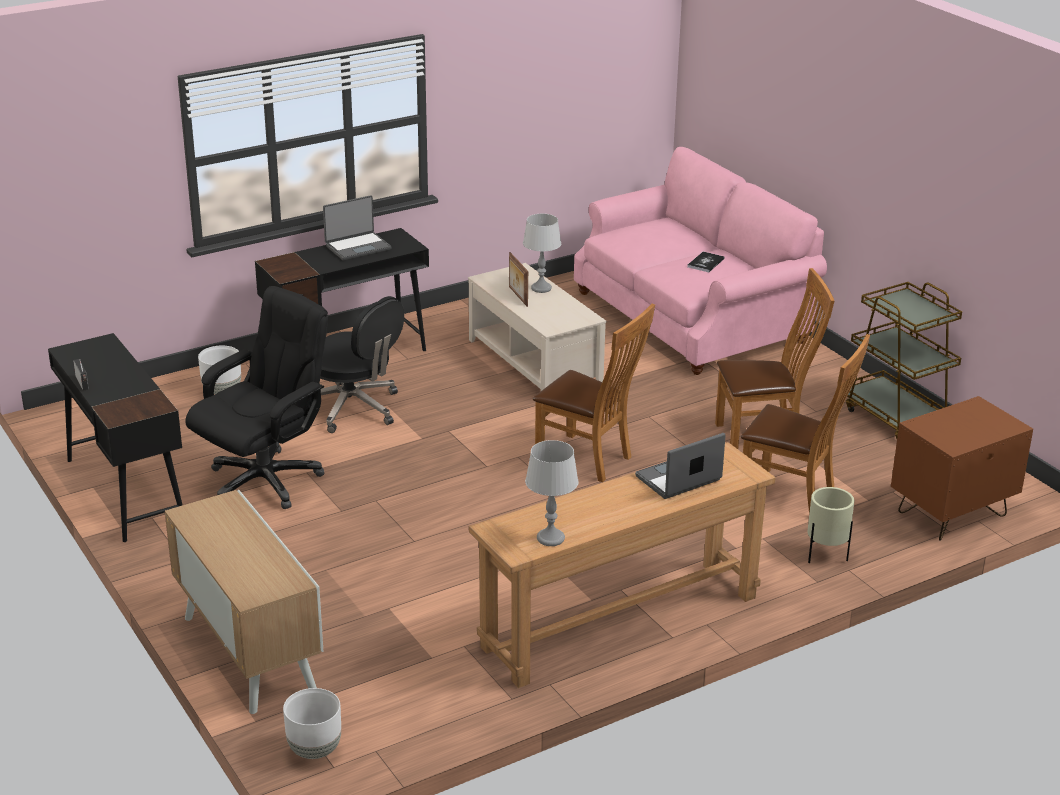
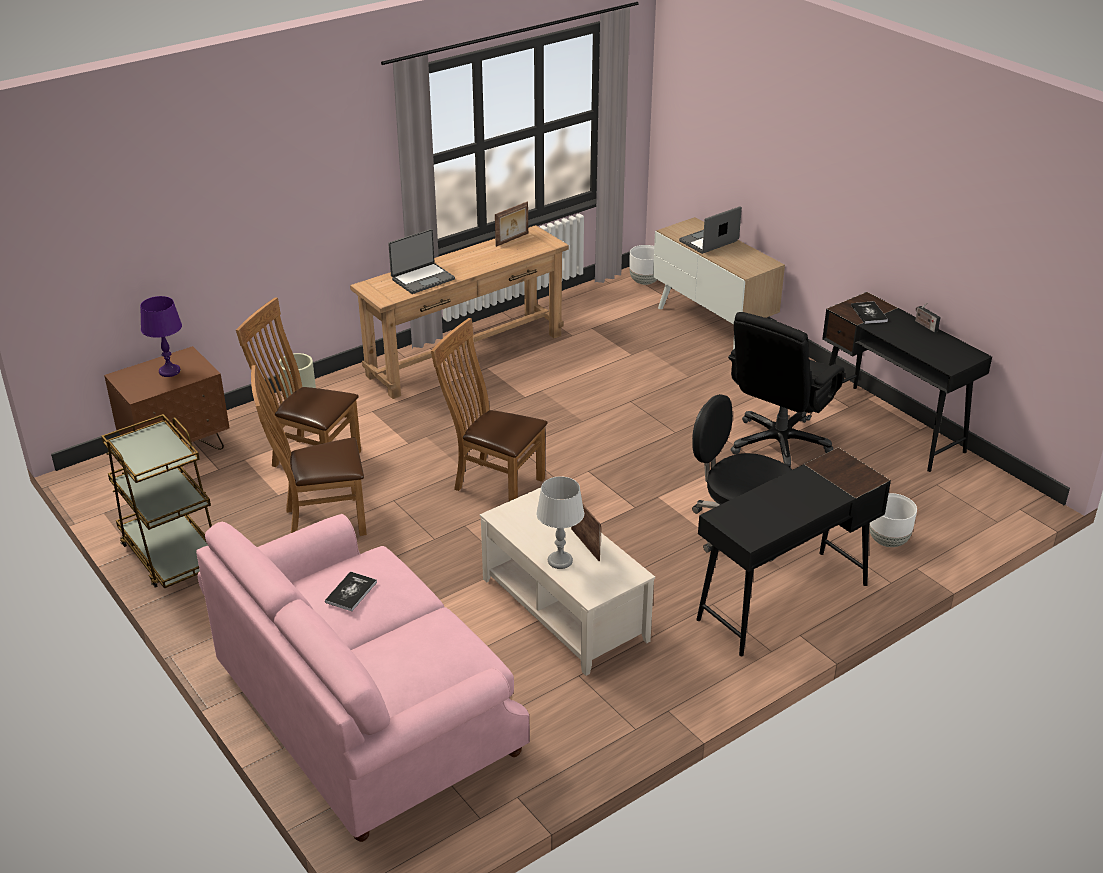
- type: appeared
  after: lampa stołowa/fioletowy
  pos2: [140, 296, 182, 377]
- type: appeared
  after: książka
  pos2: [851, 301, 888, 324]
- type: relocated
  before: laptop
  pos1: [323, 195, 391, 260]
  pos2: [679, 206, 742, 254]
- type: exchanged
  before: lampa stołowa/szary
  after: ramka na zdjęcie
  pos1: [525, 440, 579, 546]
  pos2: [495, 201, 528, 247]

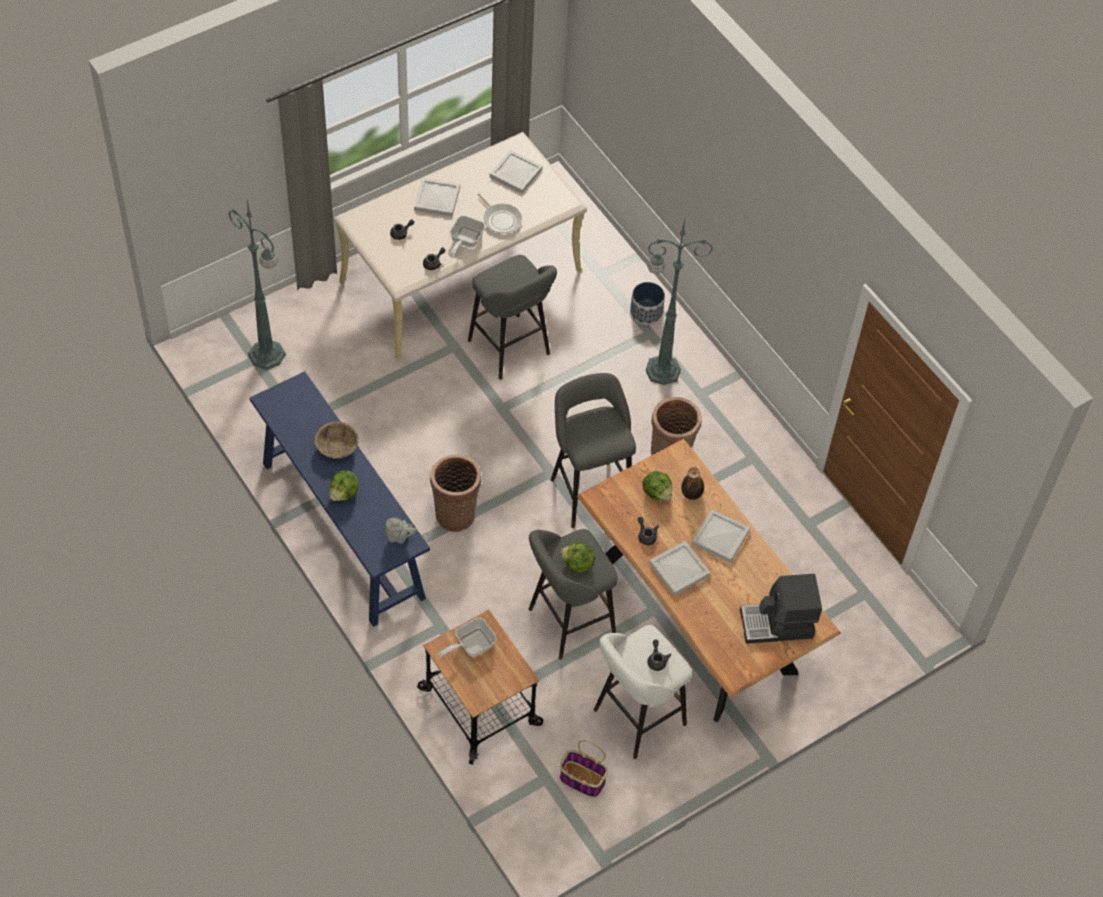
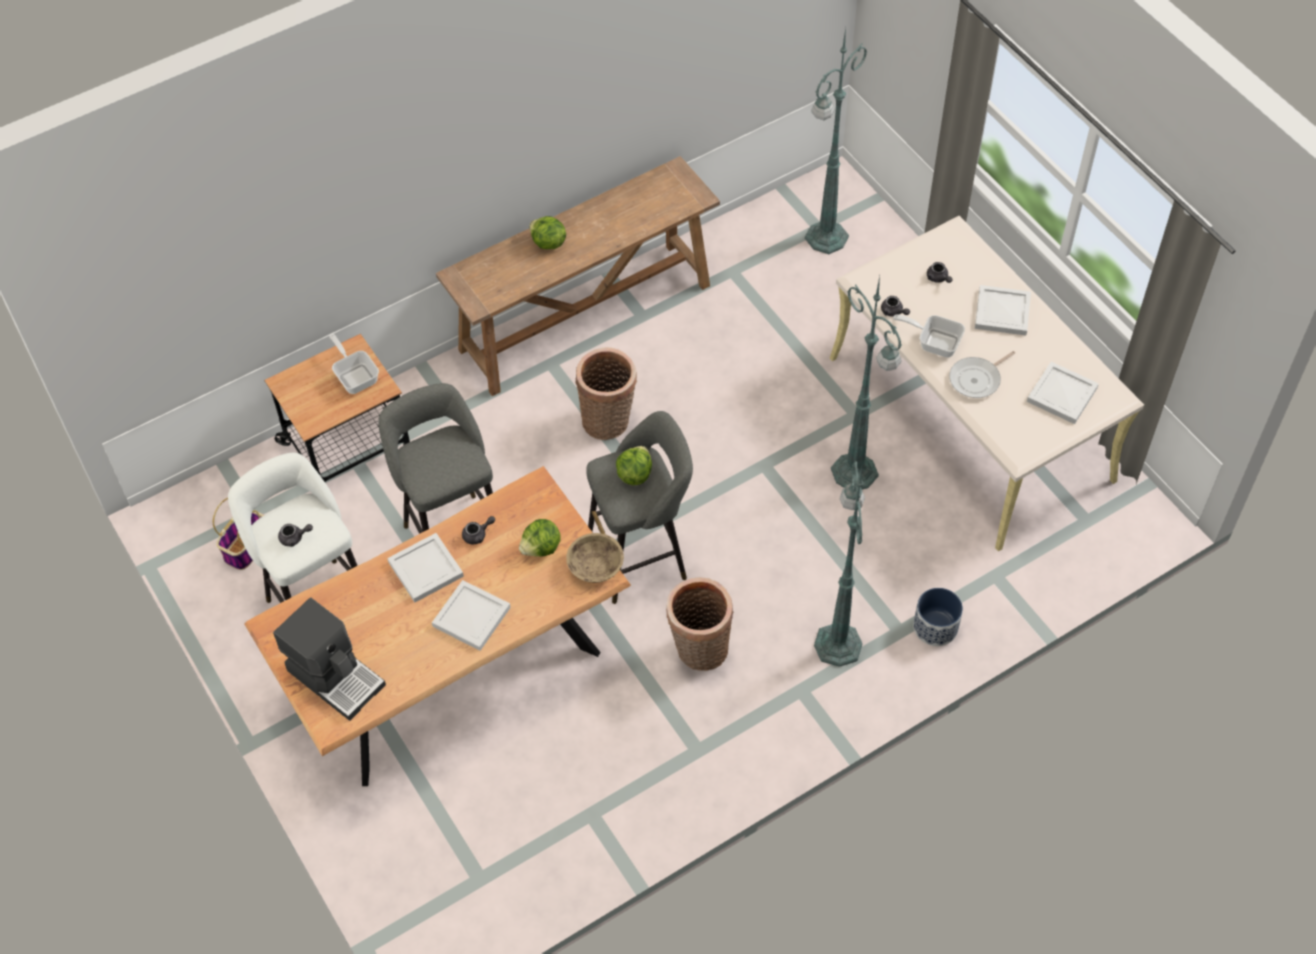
- type: missing
  before: imbryk/szary
  pos1: [385, 518, 416, 544]
- type: missing
  before: butelka
  pos1: [682, 467, 704, 500]
- type: relocated
  before: miska/beżowy
  pos1: [315, 422, 359, 459]
  pos2: [566, 533, 624, 583]
- type: relocated
  before: sałata
  pos1: [560, 543, 595, 572]
  pos2: [616, 446, 652, 486]
- type: exchanged
  before: stołek/szary
  after: lampa stojąca/zielony
  pos1: [468, 255, 557, 380]
  pos2: [831, 276, 902, 490]
- type: colour
  before: stolik konsolowy/niebieski
  after: stolik konsolowy/brązowy
  pos1: [250, 371, 430, 627]
  pos2: [436, 156, 720, 396]
- type: spun
  before: ekspres do kawy
  pos1: [740, 574, 822, 644]
  pos2: [273, 597, 386, 721]
  turn: 135

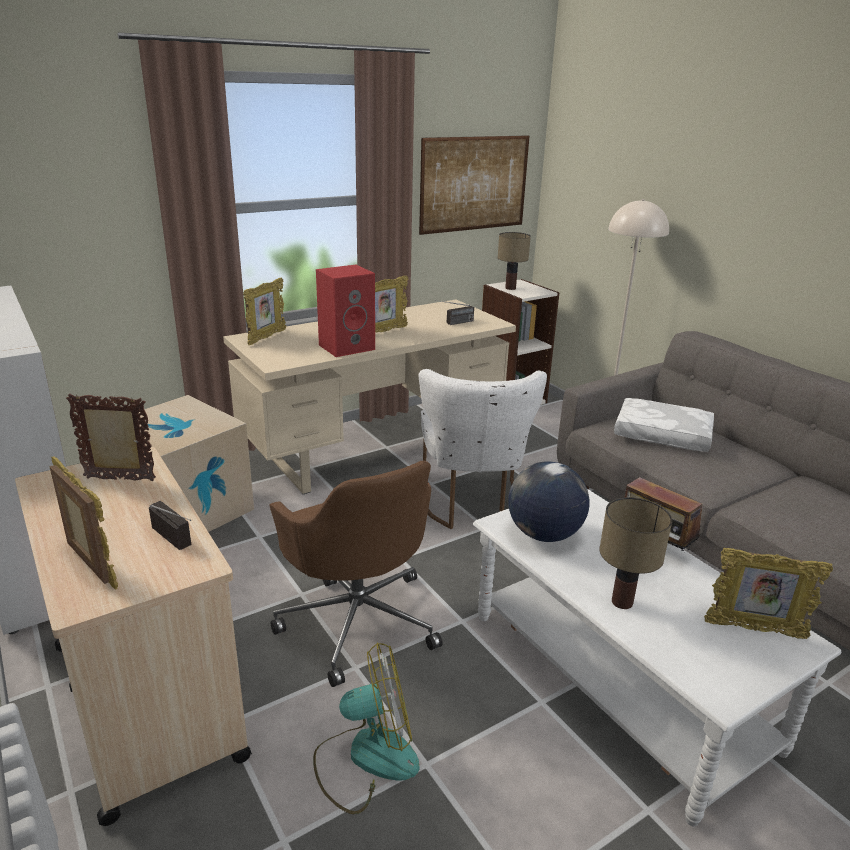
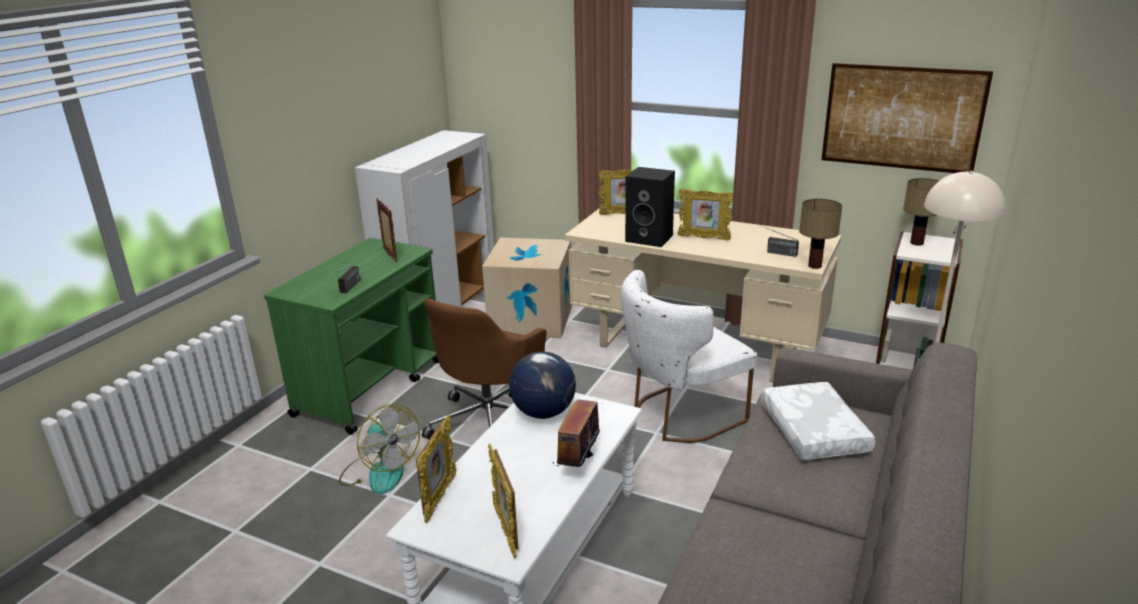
- type: relocated
  before: ramka na zdjęcie
  pos1: [49, 456, 118, 590]
  pos2: [416, 414, 456, 523]
- type: relocated
  before: lampa stołowa
  pos1: [599, 497, 672, 609]
  pos2: [799, 199, 842, 269]
- type: colour
  before: wózek/beżowy
  after: wózek/zielony
  pos1: [15, 447, 252, 826]
  pos2: [264, 238, 439, 435]
- type: colour
  before: głośnik/czerwony
  after: głośnik/czarny
  pos1: [316, 265, 375, 357]
  pos2: [625, 167, 675, 247]

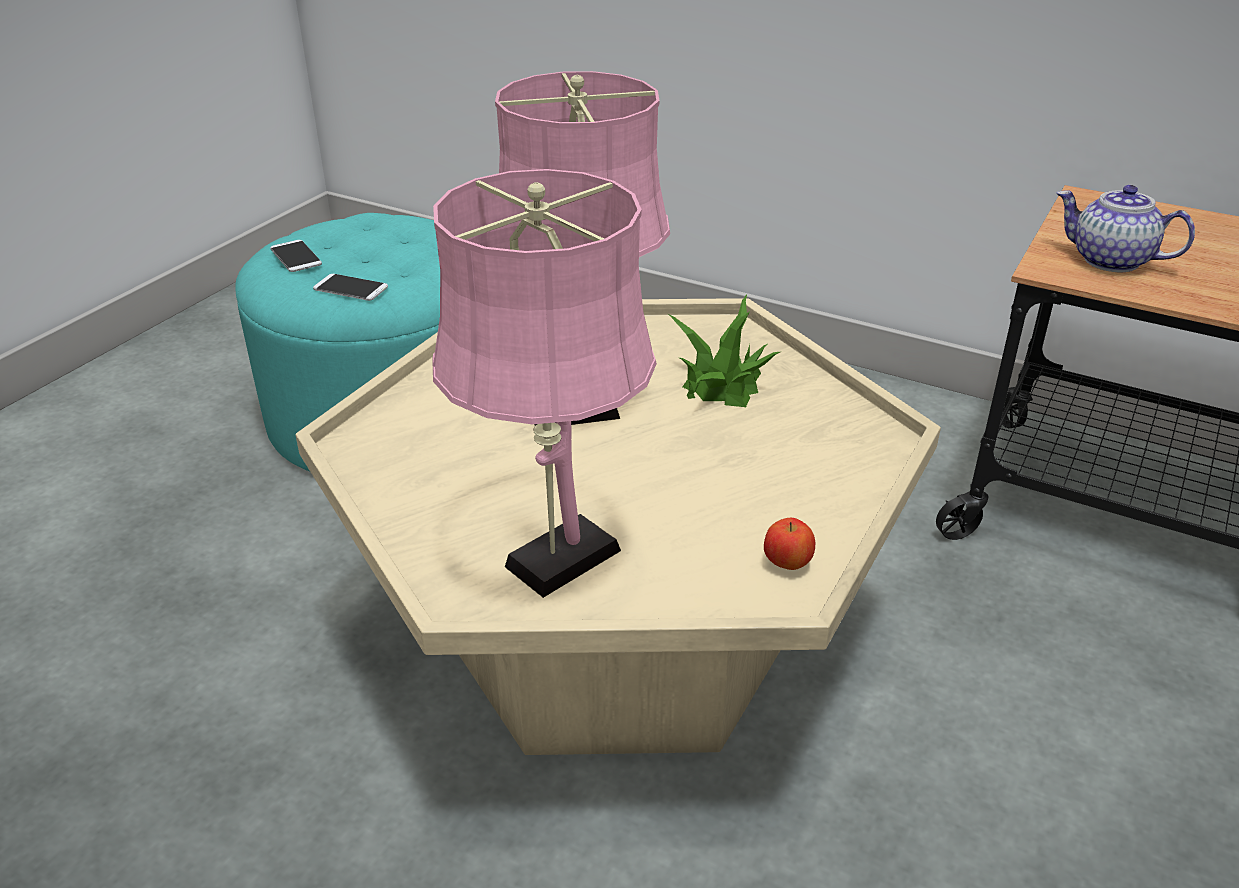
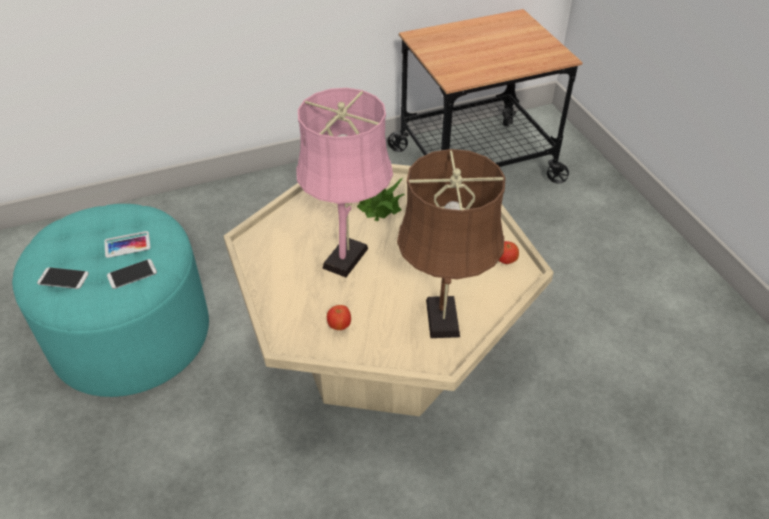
- type: missing
  before: imbryk
  pos1: [1057, 185, 1195, 272]
- type: appeared
  after: telefon
  pos2: [104, 231, 151, 258]
- type: appeared
  after: jabłko
  pos2: [327, 305, 351, 330]
- type: colour
  before: lampa stołowa/różowy
  after: lampa stołowa/brązowy
  pos1: [432, 169, 657, 598]
  pos2: [397, 149, 505, 338]

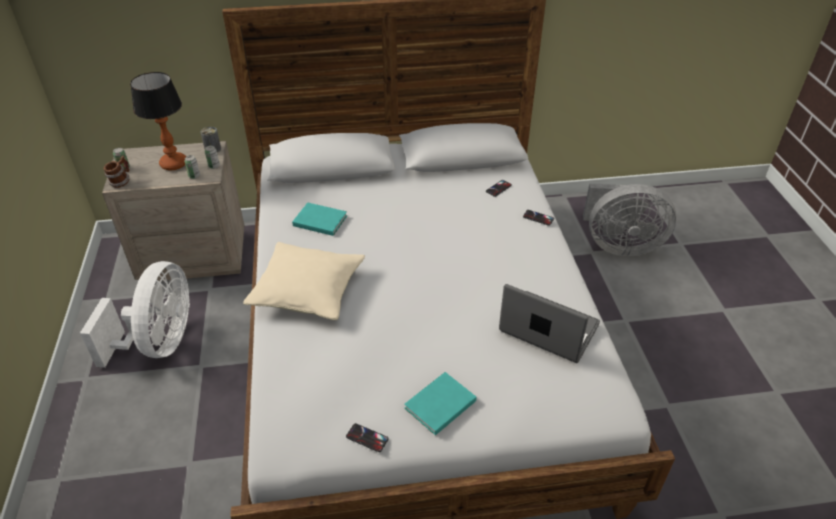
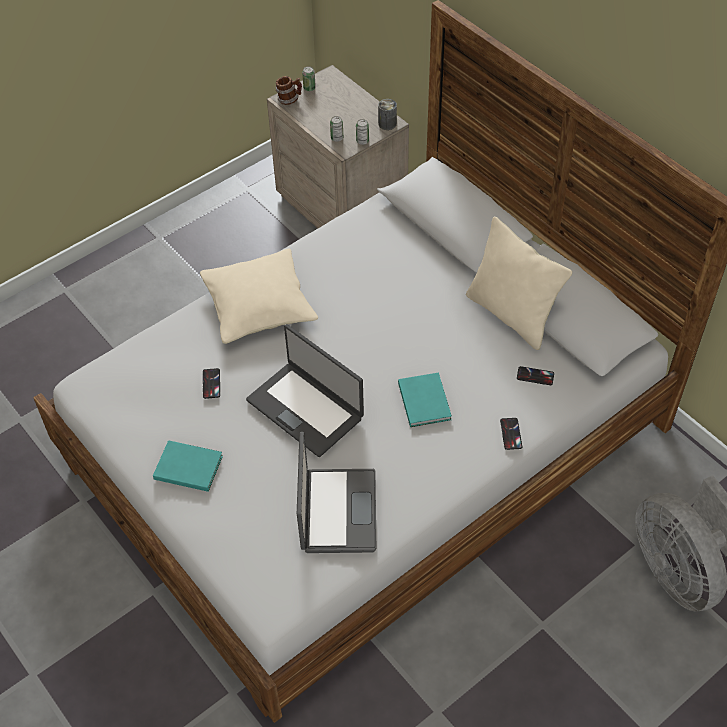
- type: missing
  before: wentylator/biały
  pos1: [80, 261, 190, 368]
- type: missing
  before: lampa stołowa
  pos1: [130, 72, 186, 170]
- type: appeared
  after: laptop
  pos2: [246, 324, 364, 457]
- type: appeared
  after: poduszka/beżowy
  pos2: [466, 217, 572, 350]
- type: relocated
  before: książka/turkusowy
  pos1: [292, 202, 347, 236]
  pos2: [398, 372, 452, 427]
- type: relocated
  before: telefon
  pos1: [346, 423, 389, 452]
  pos2: [203, 368, 220, 399]

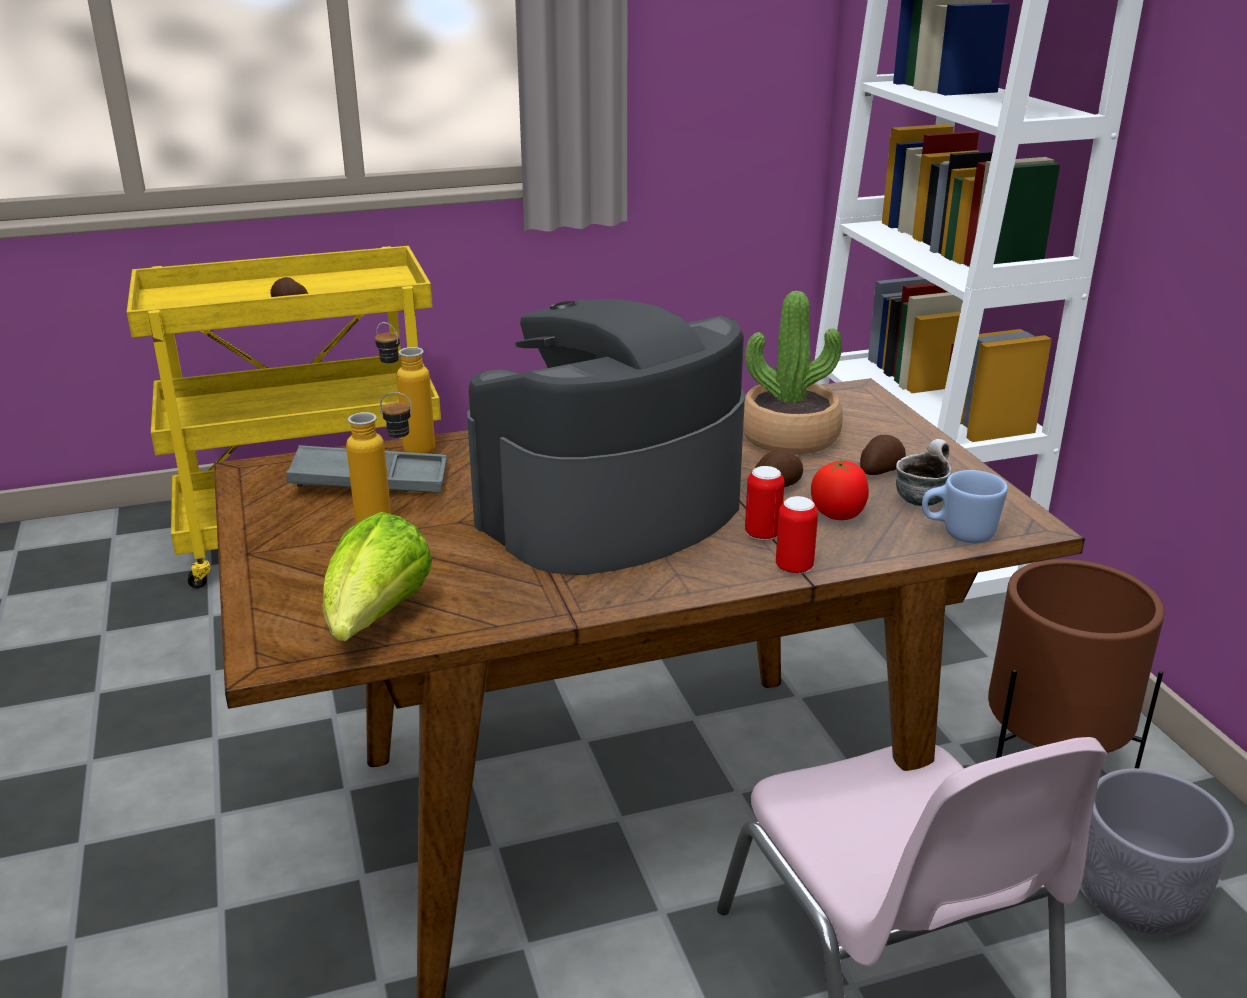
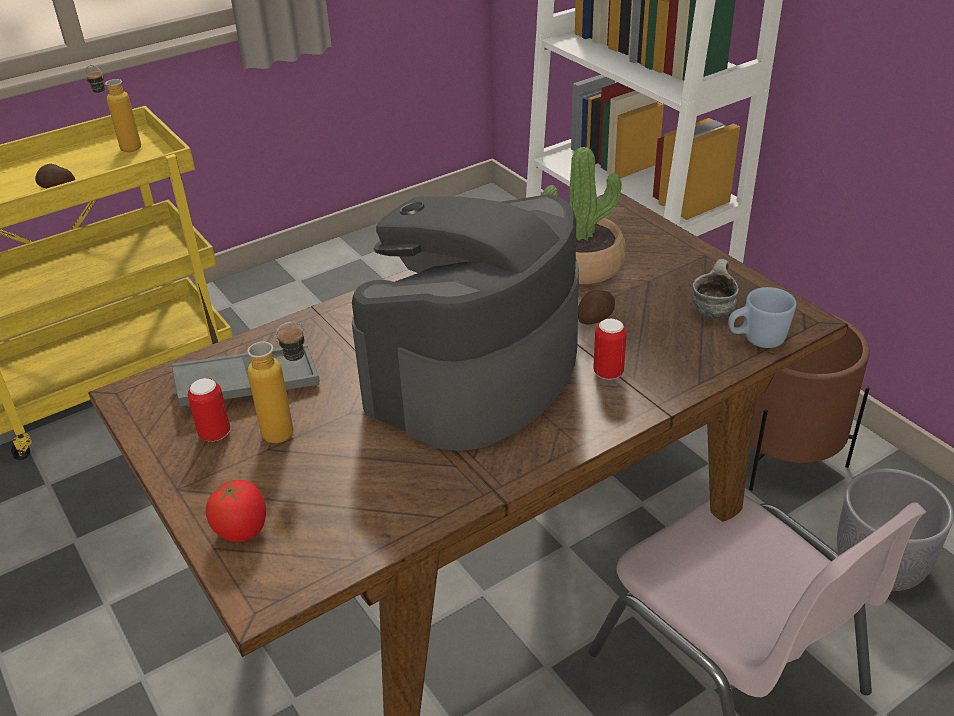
- type: missing
  before: sałata
  pos1: [323, 512, 432, 641]
- type: missing
  before: ziemniak
  pos1: [860, 435, 906, 475]
- type: relocated
  before: butelka
  pos1: [375, 322, 435, 454]
  pos2: [86, 65, 141, 152]
- type: relocated
  before: puszka
  pos1: [776, 496, 818, 574]
  pos2: [188, 378, 230, 442]
- type: relocated
  before: pomidor
  pos1: [811, 459, 869, 520]
  pos2: [206, 478, 266, 542]

